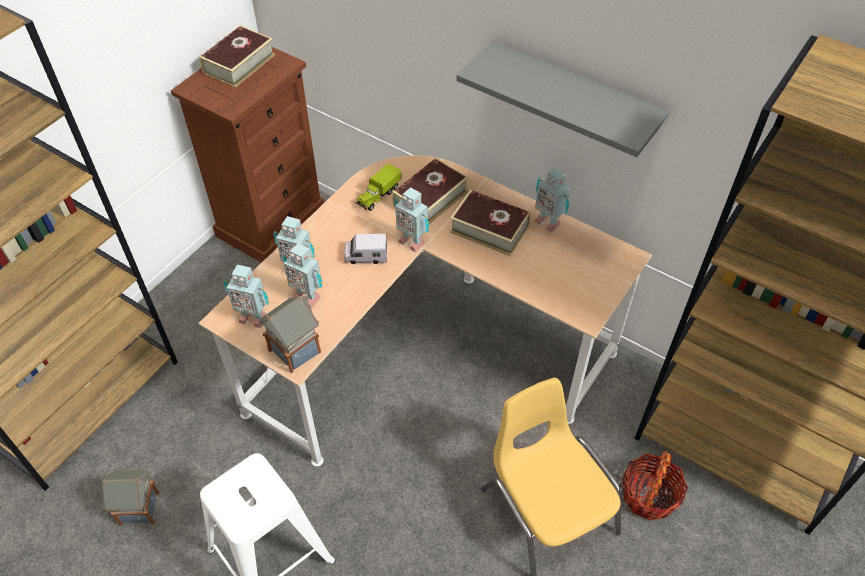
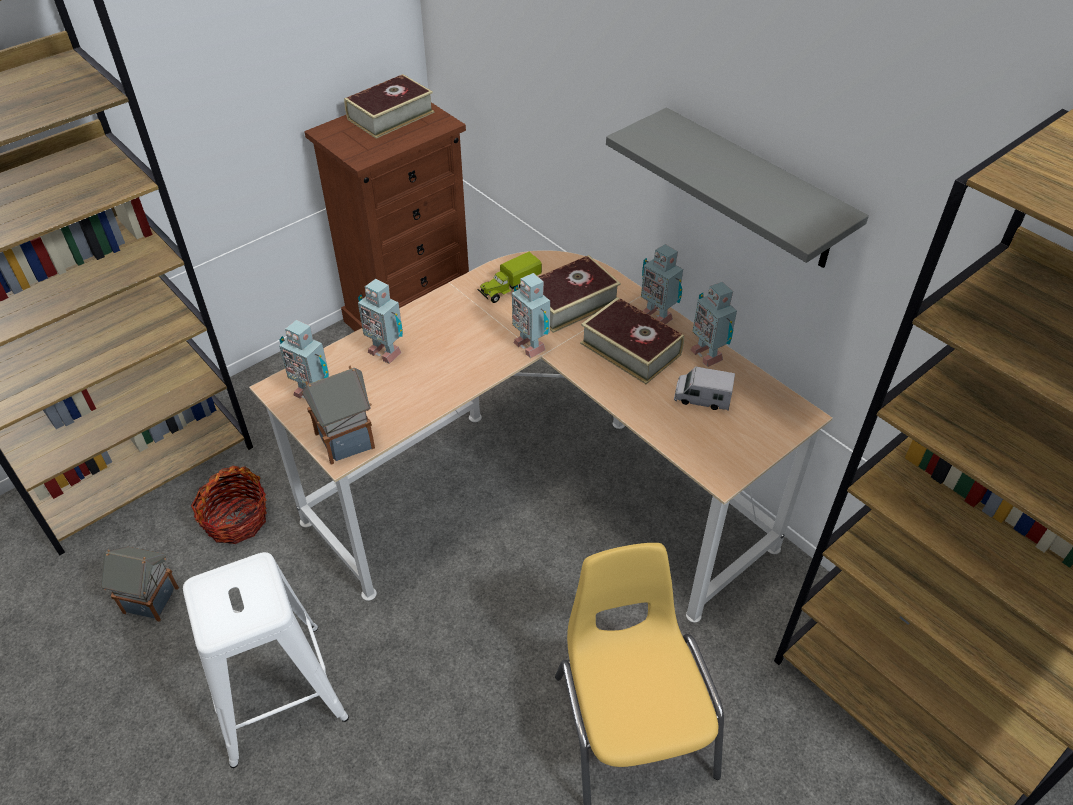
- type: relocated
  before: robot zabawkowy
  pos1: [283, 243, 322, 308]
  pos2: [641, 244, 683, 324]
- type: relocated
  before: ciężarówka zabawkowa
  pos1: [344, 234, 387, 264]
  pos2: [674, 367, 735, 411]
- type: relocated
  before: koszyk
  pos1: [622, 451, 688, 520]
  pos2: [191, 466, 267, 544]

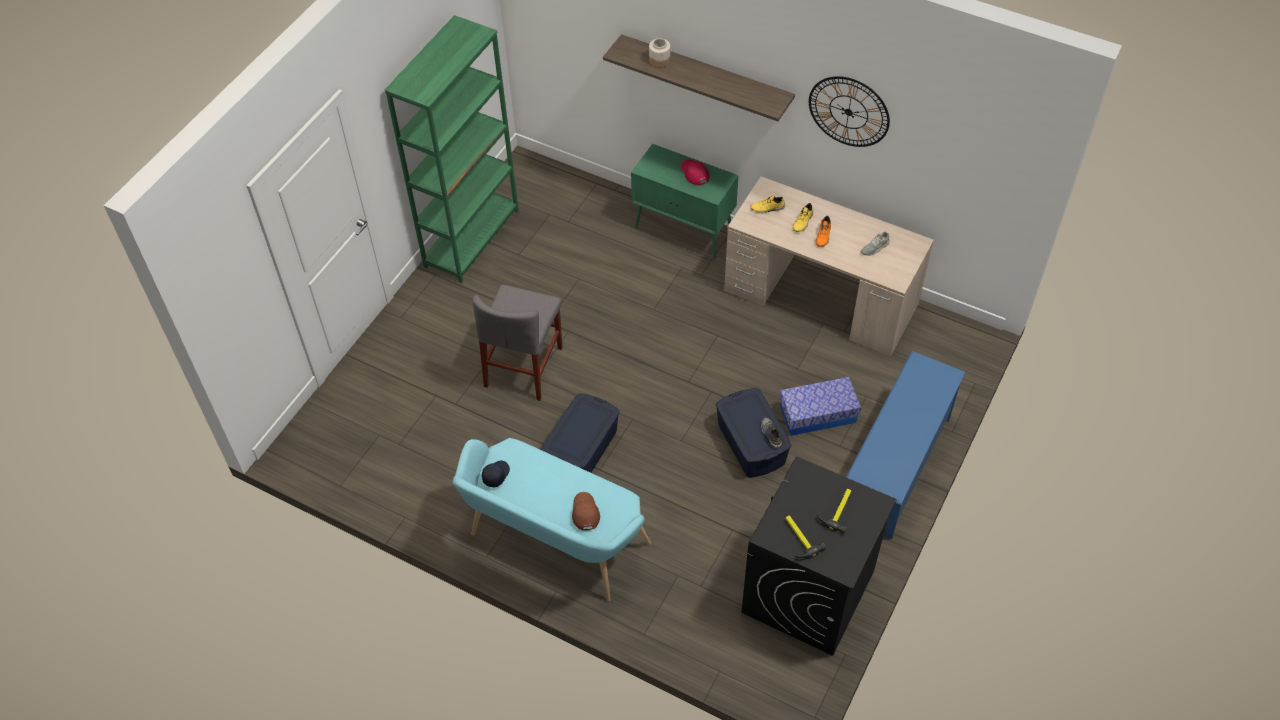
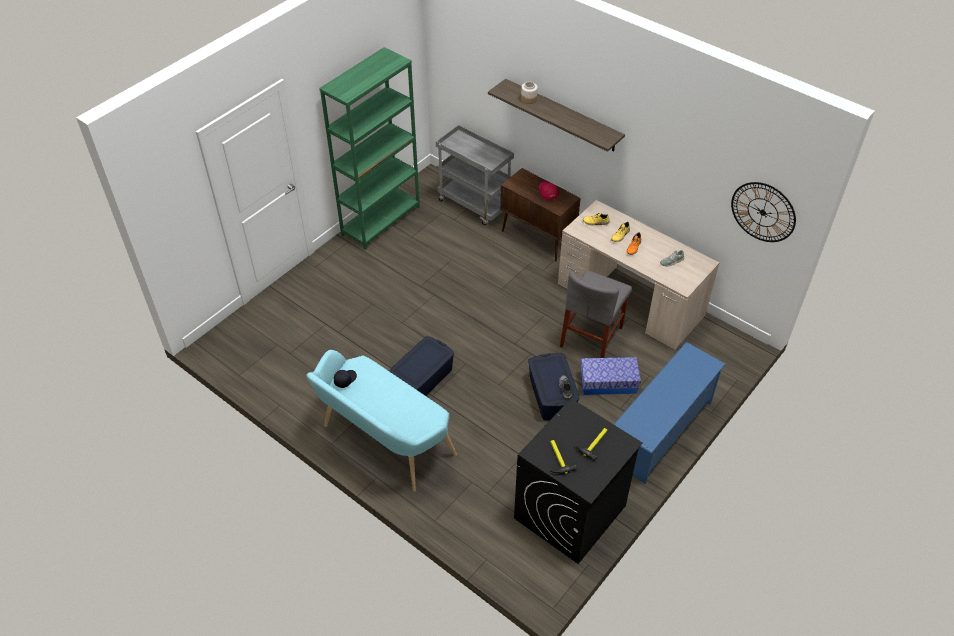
- type: missing
  before: czapka z daszkiem/brązowy
  pos1: [572, 492, 600, 531]
- type: appeared
  after: wózek/szary
  pos2: [436, 125, 514, 225]
- type: relocated
  before: krzesło/szary
  pos1: [472, 285, 563, 401]
  pos2: [560, 270, 632, 358]
- type: relocated
  before: zegar ścienny
  pos1: [809, 76, 890, 147]
  pos2: [731, 182, 796, 242]
- type: colour
  before: szafka/zielony
  after: szafka/brązowy
  pos1: [631, 144, 739, 260]
  pos2: [500, 168, 581, 261]

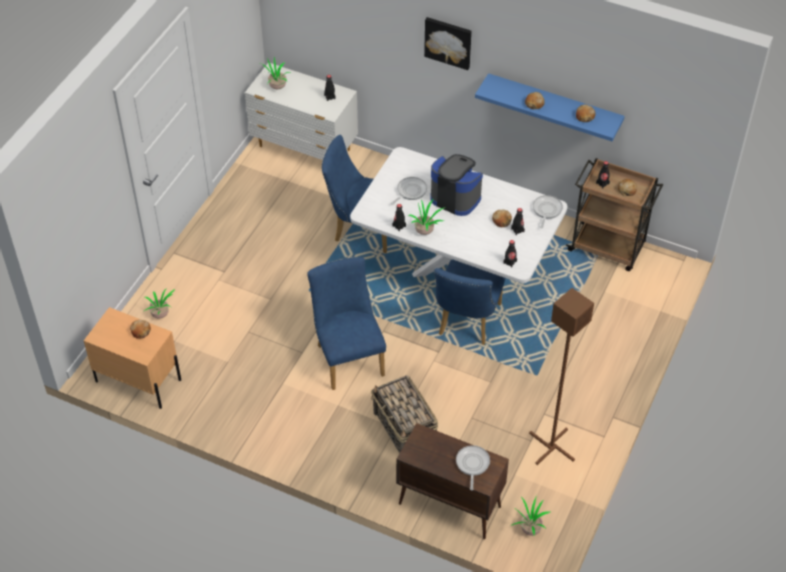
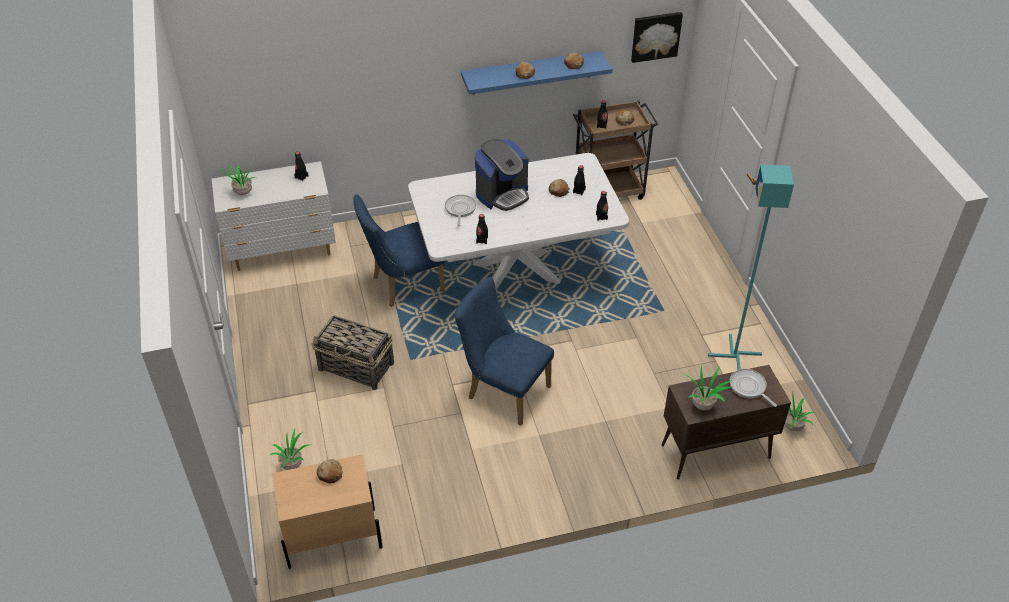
- type: missing
  before: krzesło/niebieski
  pos1: [434, 259, 505, 345]
- type: missing
  before: patelnia
  pos1: [533, 195, 563, 229]
- type: relocated
  before: koszyk
  pos1: [371, 375, 438, 453]
  pos2: [312, 315, 394, 390]
- type: relocated
  before: roślina doniczkowa
  pos1: [408, 200, 446, 235]
  pos2: [683, 365, 732, 410]
- type: relocated
  before: obraz
  pos1: [424, 17, 472, 70]
  pos2: [631, 12, 683, 63]
- type: colour
  before: lampa stojąca/brązowy
  after: lampa stojąca/turkusowy
  pos1: [529, 288, 594, 465]
  pos2: [708, 164, 794, 370]
- type: spun
  before: ekspres do kawy
  pos1: [430, 154, 483, 216]
  pos2: [475, 139, 529, 211]
  turn: 150

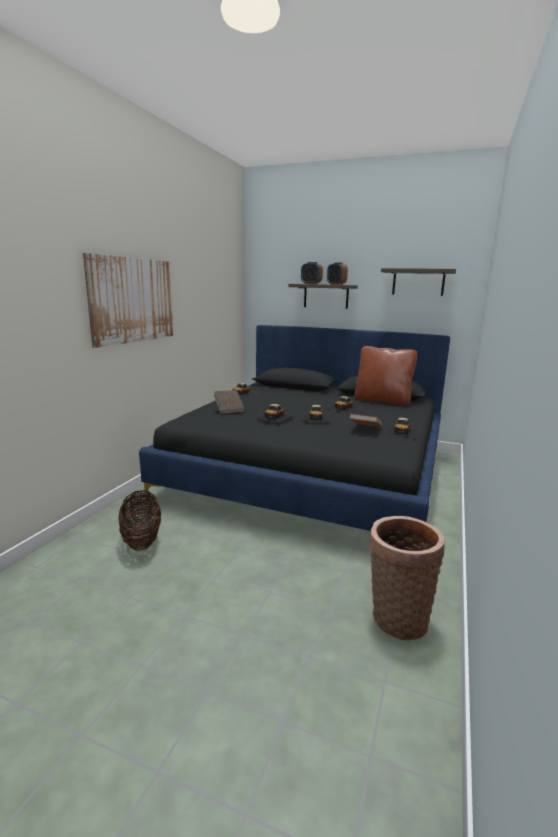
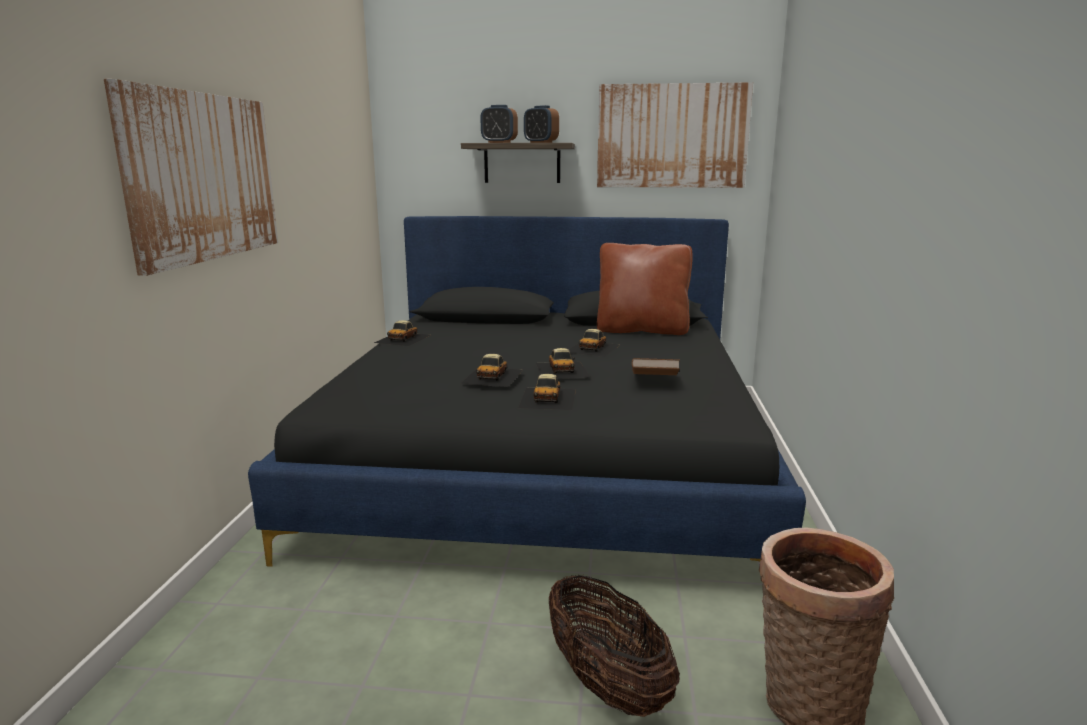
- type: missing
  before: książka/brązowy
  pos1: [214, 390, 245, 414]
- type: relocated
  before: koszyk
  pos1: [118, 490, 161, 551]
  pos2: [549, 574, 680, 717]
- type: relocated
  before: samochodzik
  pos1: [385, 418, 419, 438]
  pos2: [518, 374, 576, 410]
- type: exchanged
  before: półka
  after: obraz
  pos1: [381, 268, 456, 296]
  pos2: [597, 82, 753, 188]

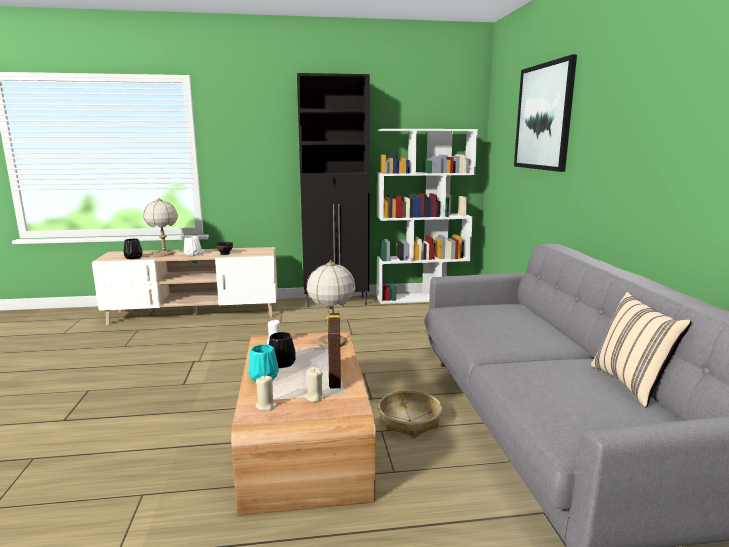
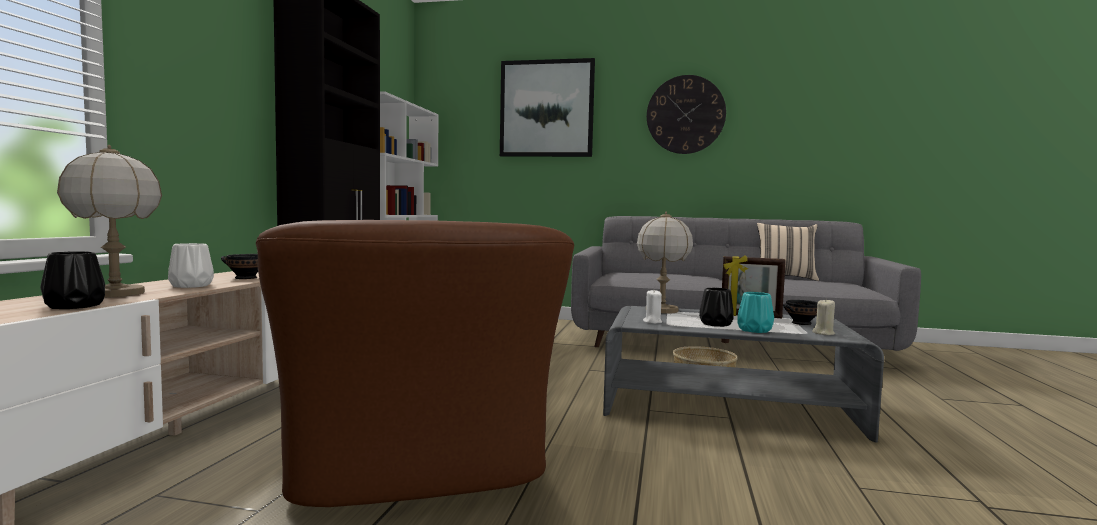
- type: appeared
  after: fotel/brązowy
  pos2: [256, 220, 574, 507]
- type: appeared
  after: zegar ścienny
  pos2: [647, 75, 726, 154]
- type: exchanged
  before: świeca/beżowy
  after: miska/czarny
  pos1: [304, 367, 325, 402]
  pos2: [783, 300, 818, 325]
- type: colour
  before: ława/brązowy
  after: ława/szary
  pos1: [231, 331, 376, 516]
  pos2: [603, 306, 884, 443]

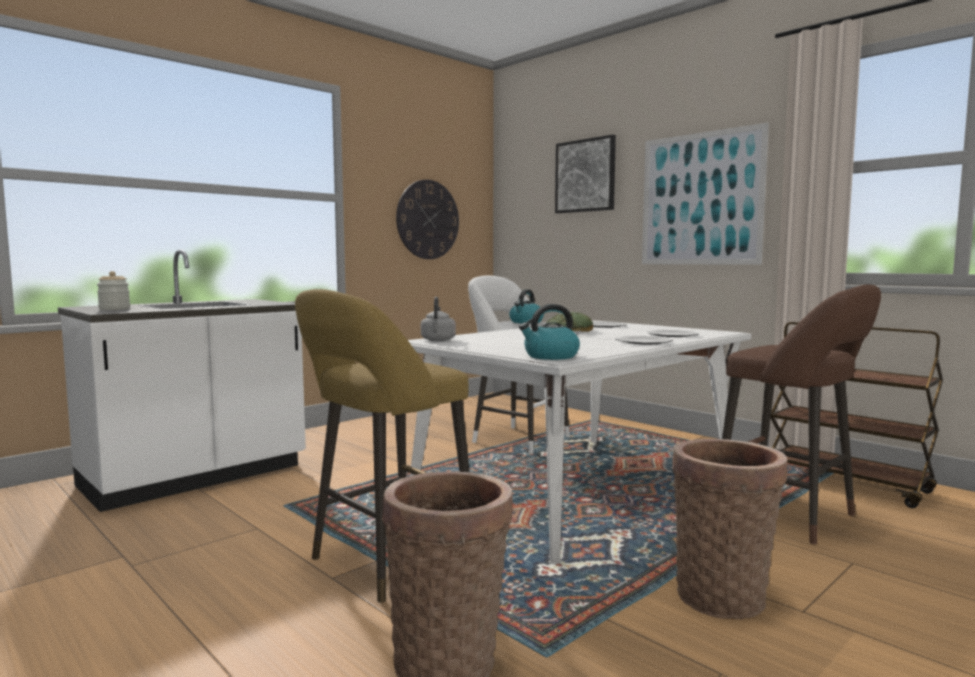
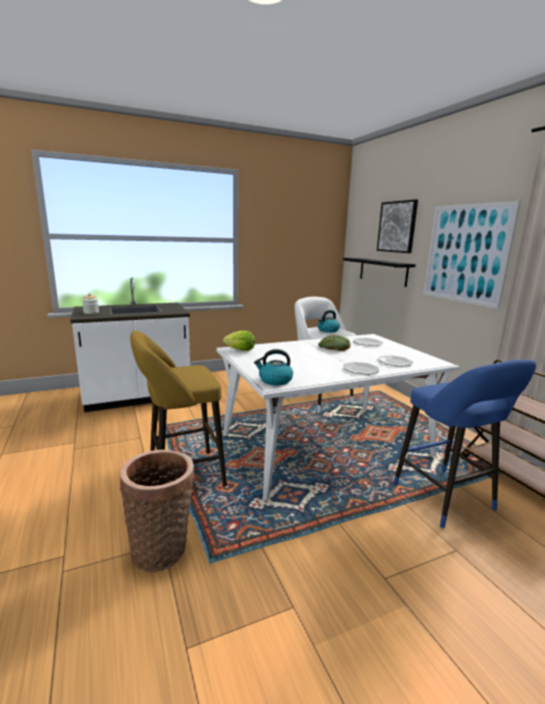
- type: missing
  before: zegar ścienny
  pos1: [396, 180, 459, 259]
- type: missing
  before: koszyk
  pos1: [672, 439, 788, 619]
- type: appeared
  after: półka/czarny
  pos2: [343, 258, 416, 287]
- type: exchanged
  before: czajnik/szary
  after: sałata
  pos1: [421, 297, 456, 341]
  pos2: [223, 330, 255, 351]
- type: colour
  before: stołek/brązowy
  after: stołek/niebieski
  pos1: [722, 284, 881, 544]
  pos2: [393, 360, 536, 528]

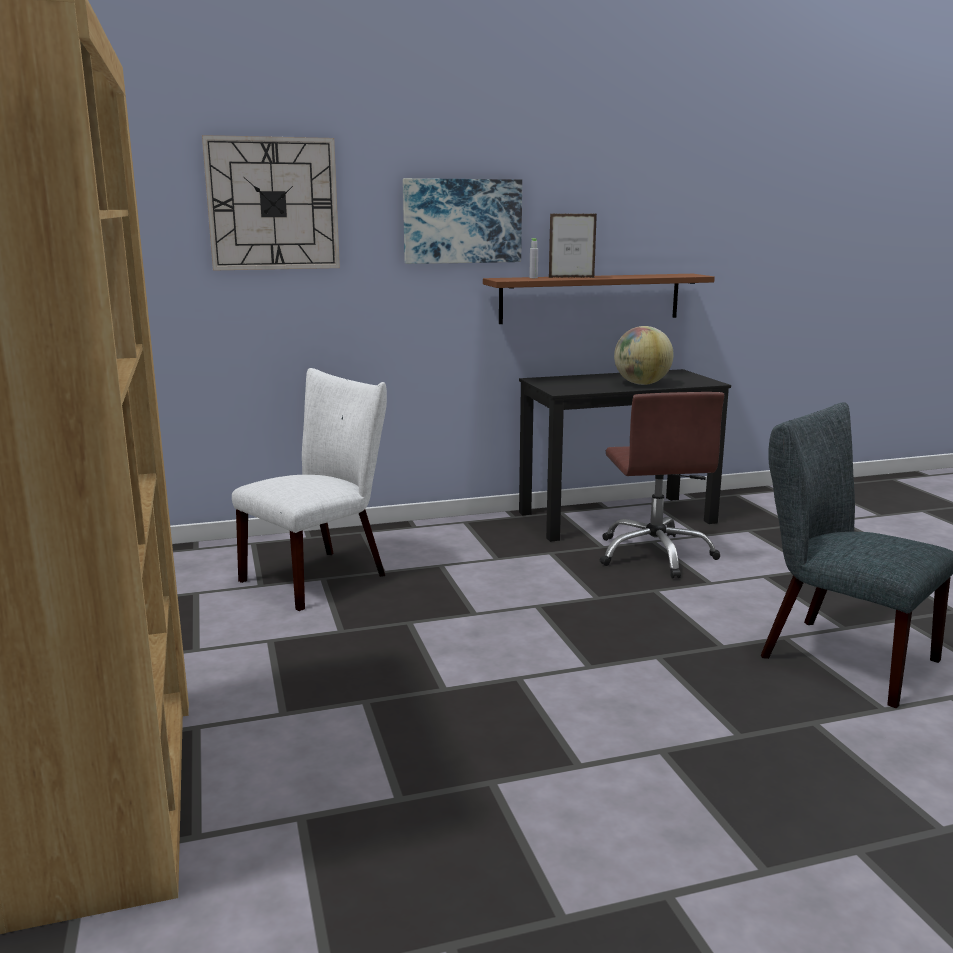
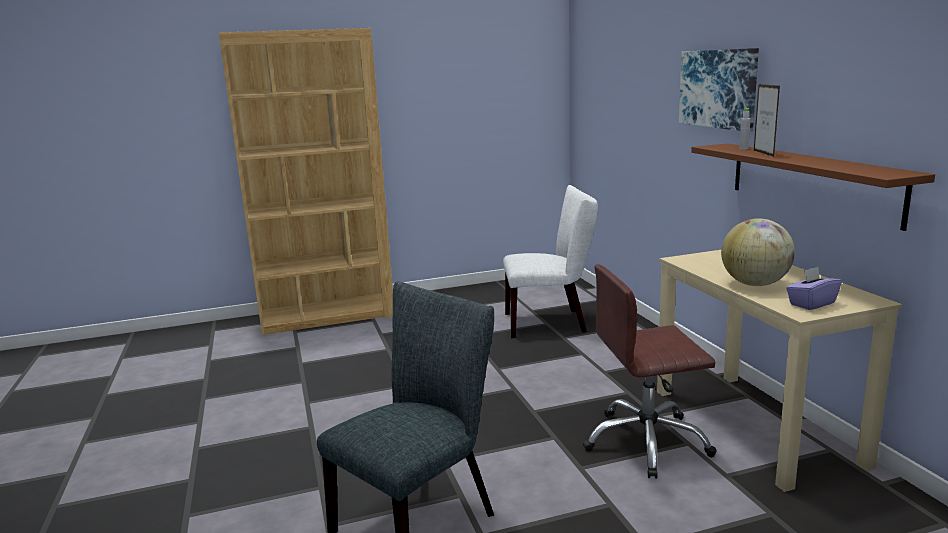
- type: missing
  before: zegar ścienny
  pos1: [202, 135, 340, 271]
- type: appeared
  after: pudełko chusteczek/fioletowy
  pos2: [786, 267, 842, 310]
- type: colour
  before: biurko/czarny
  after: biurko/beżowy
  pos1: [519, 369, 731, 542]
  pos2: [657, 250, 902, 492]
- type: spun
  before: krzesło/biały
  pos1: [232, 368, 387, 611]
  pos2: [503, 185, 598, 338]
  turn: -45

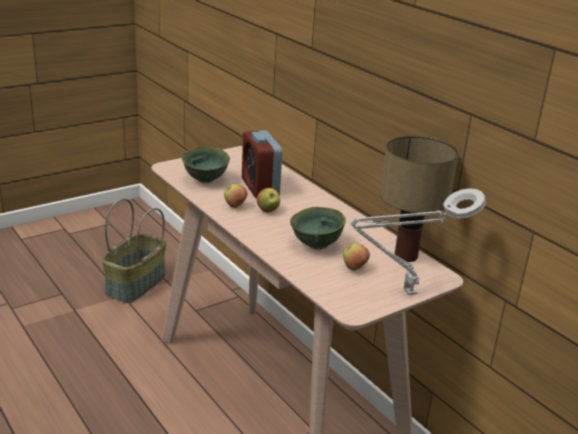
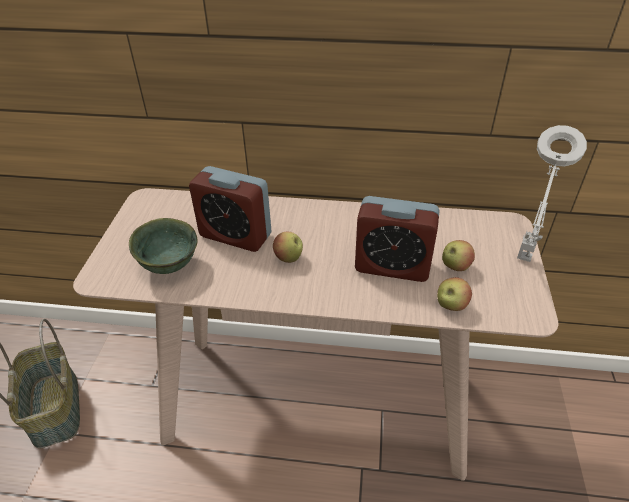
- type: missing
  before: lampa stołowa
  pos1: [380, 136, 459, 262]
- type: relocated
  before: jabłko
  pos1: [224, 184, 248, 208]
  pos2: [437, 277, 472, 311]
- type: exchanged
  before: miska/zielony
  after: budzik
  pos1: [290, 207, 346, 250]
  pos2: [355, 196, 440, 282]

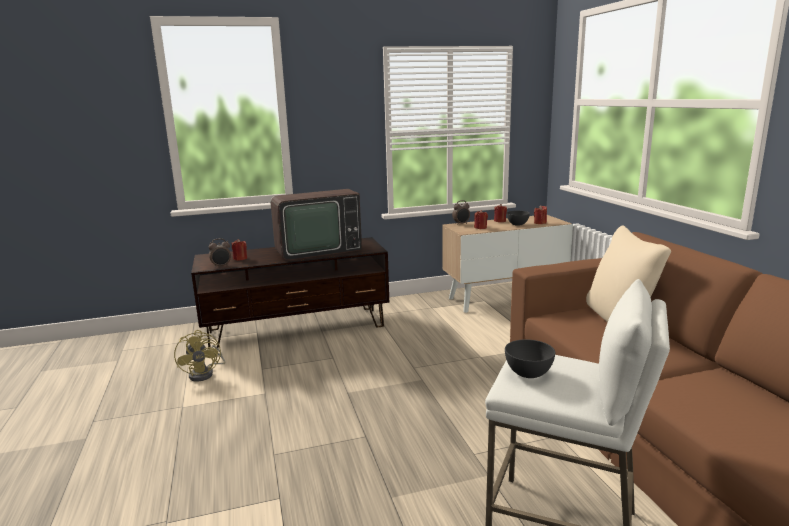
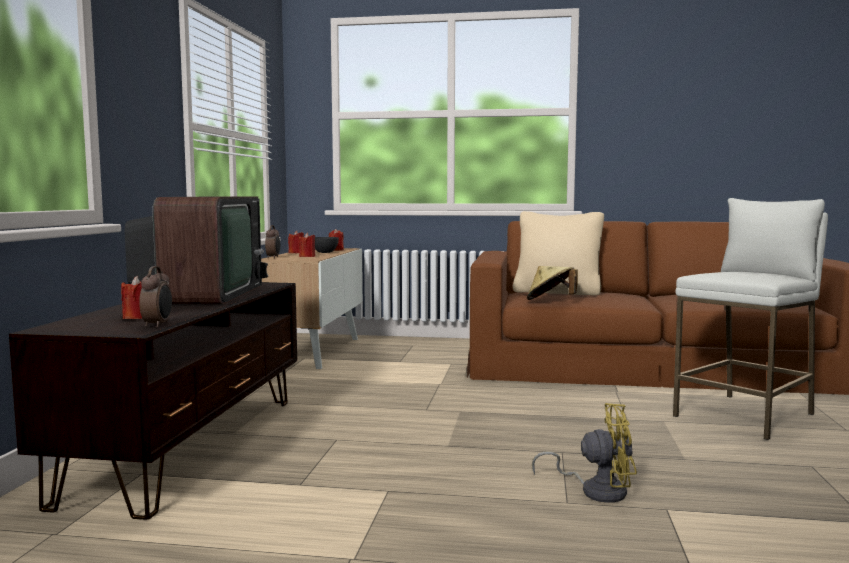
- type: missing
  before: miska/szary
  pos1: [505, 339, 555, 378]
- type: appeared
  after: kapelusz/beżowy
  pos2: [527, 266, 578, 300]
- type: relocated
  before: wentylator/żółty
  pos1: [174, 330, 226, 382]
  pos2: [532, 403, 637, 502]

